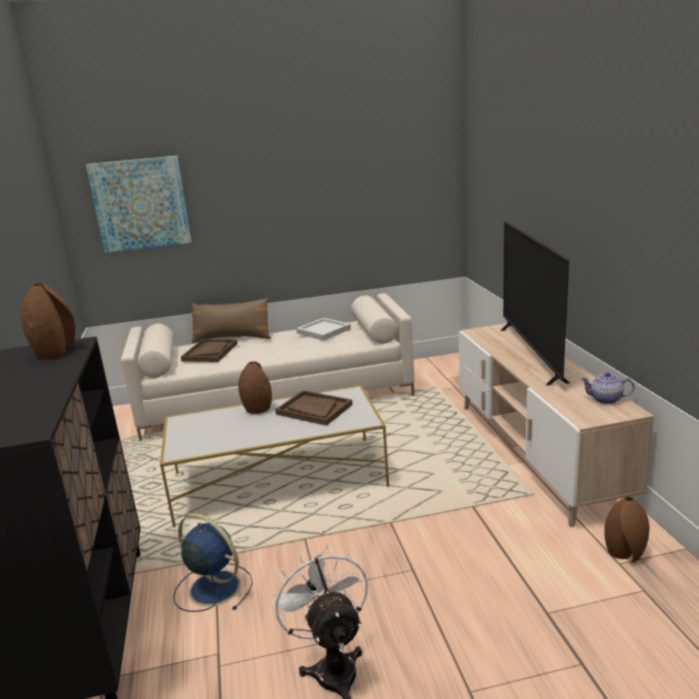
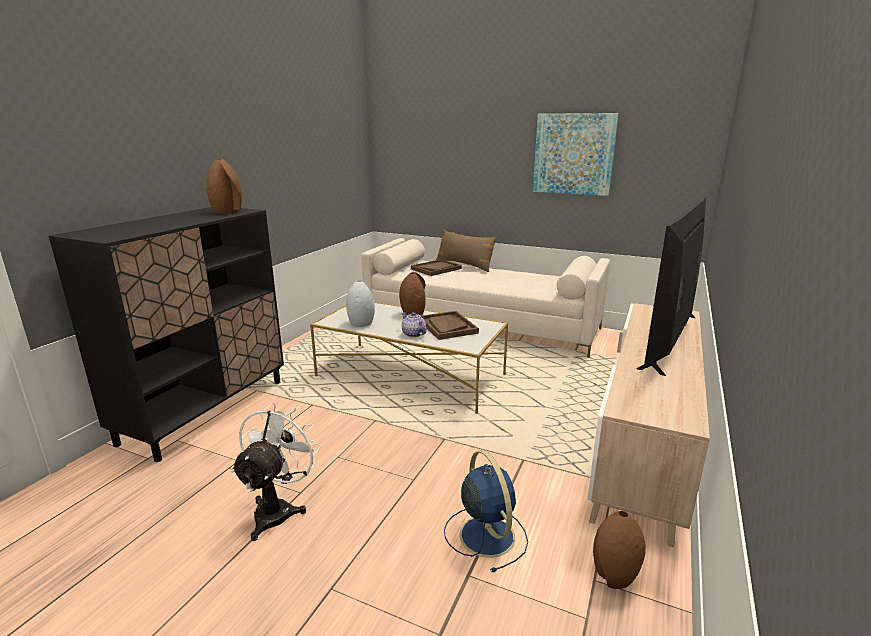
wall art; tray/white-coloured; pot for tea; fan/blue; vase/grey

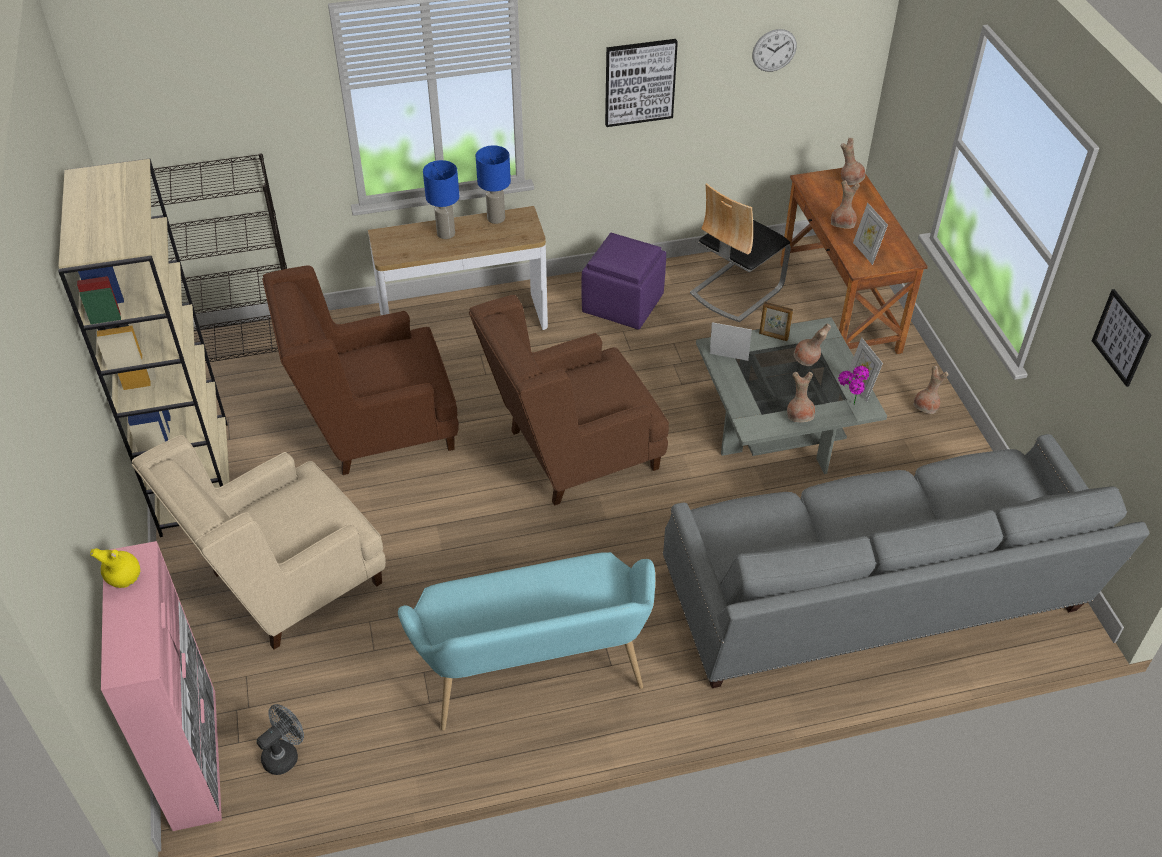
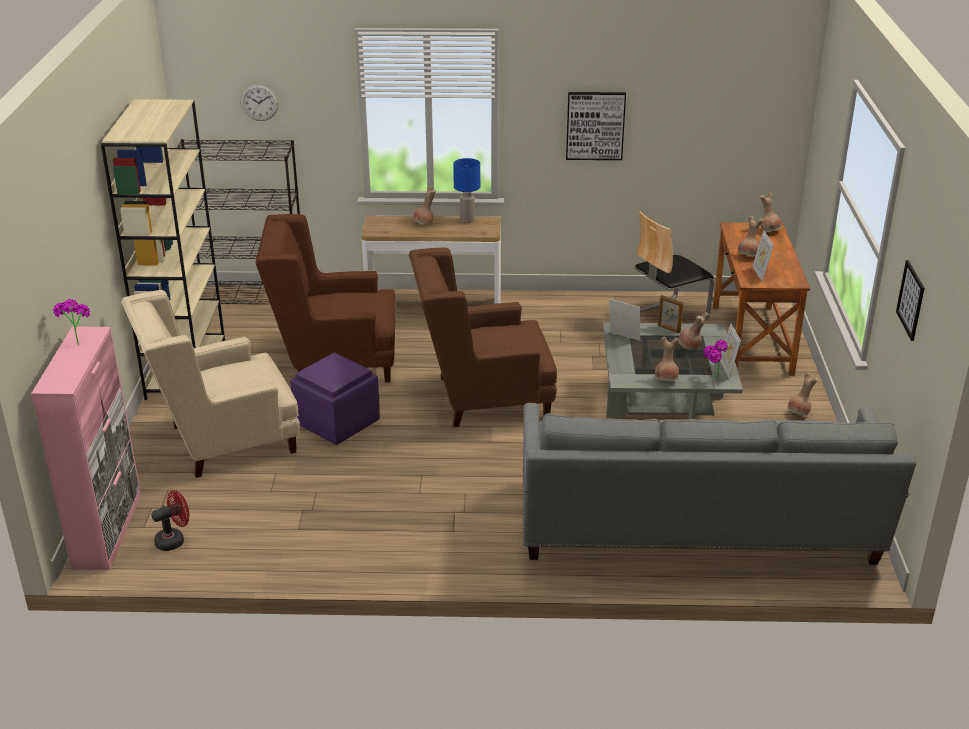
wall clock; vase/brown (no. 1 from left); pouffe/purple-coloured; plant in a pot (no. 1 from left); indoor bench/blue-green; fan/red-coloured

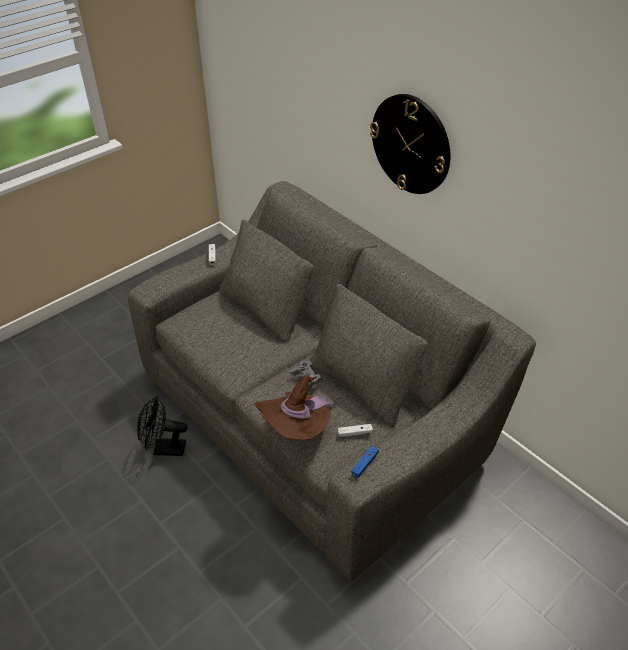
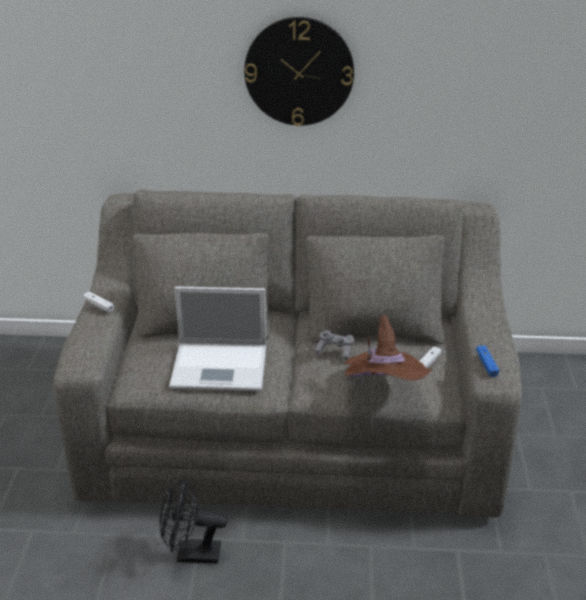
fan/black-coloured; notebook computer

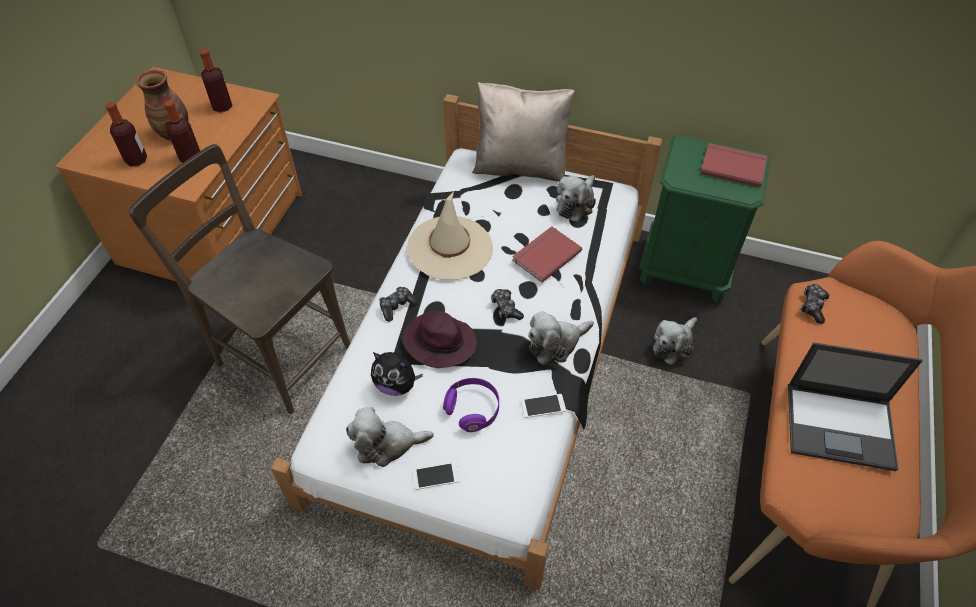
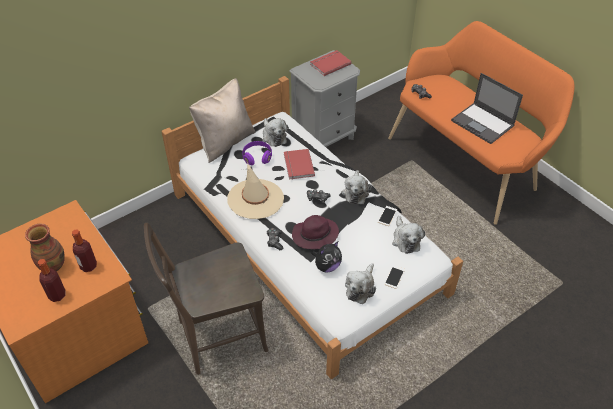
beverage bottle (no. 3 from left in the first image); bedside table/grey; soft toy (no. 5 from left); notebook computer; headphones/purple-coloured

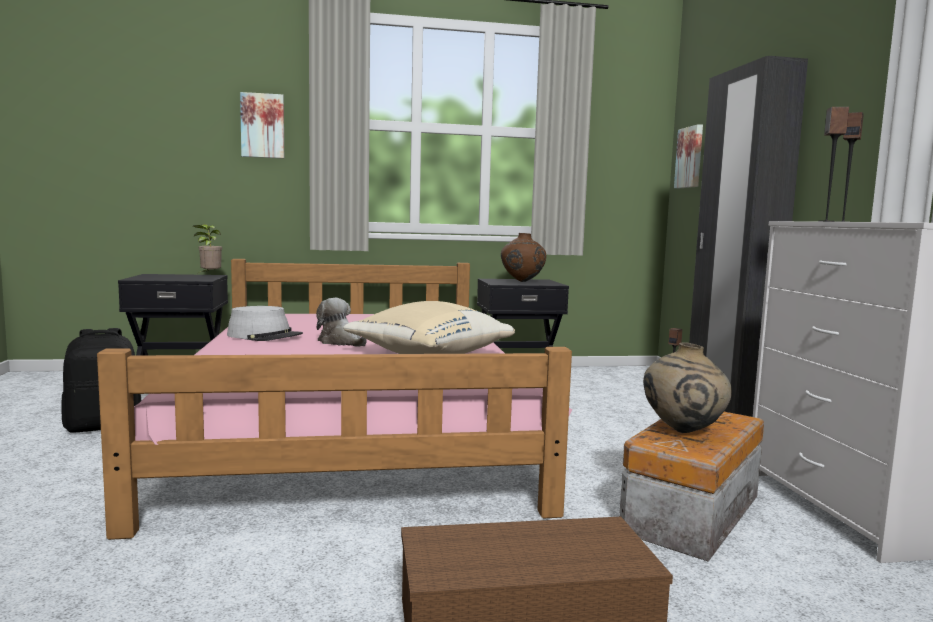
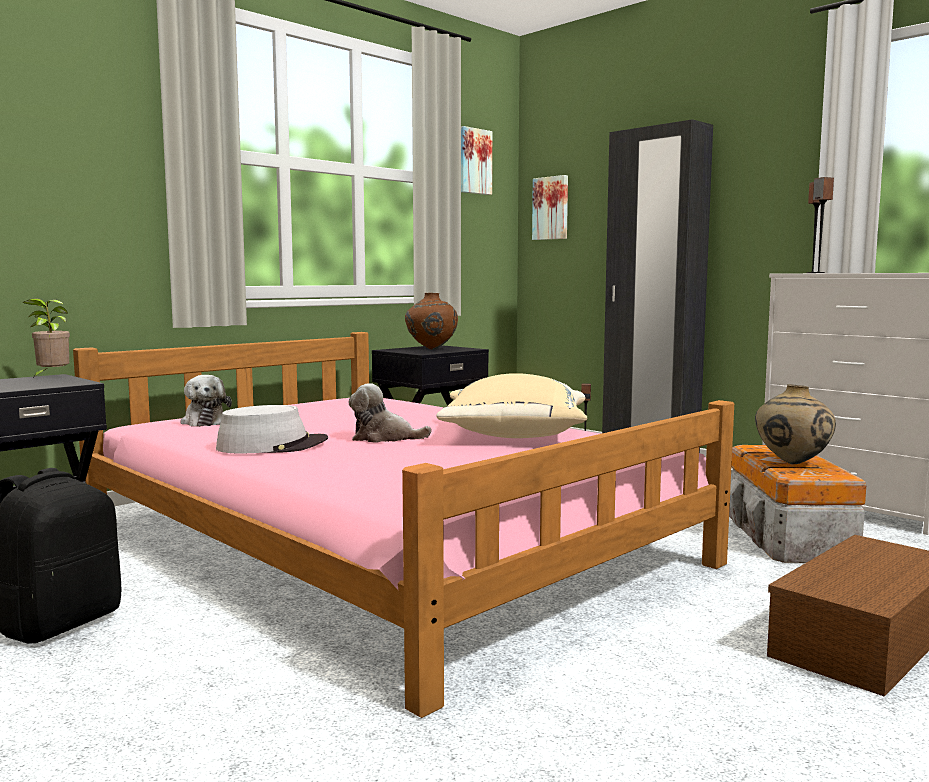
wall art (no. 1 from left); soft toy (no. 1 from left)

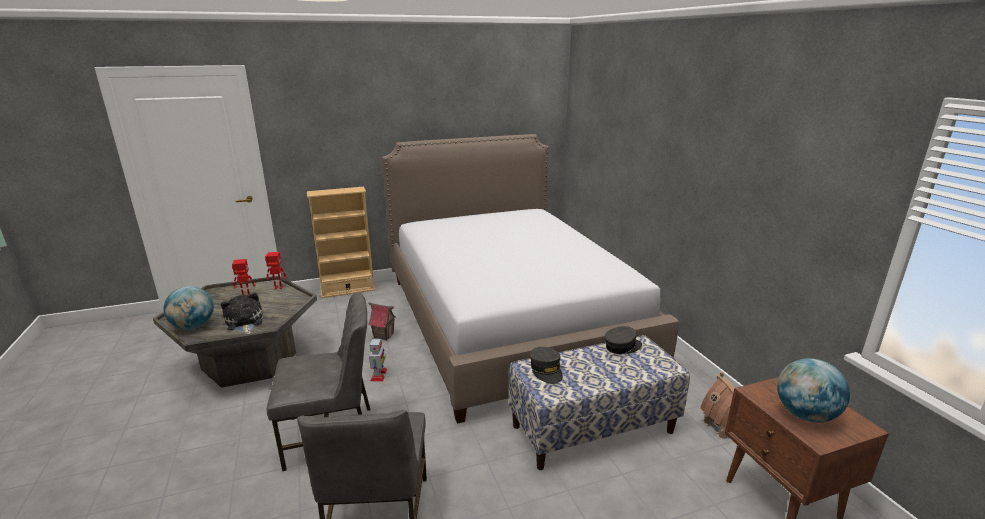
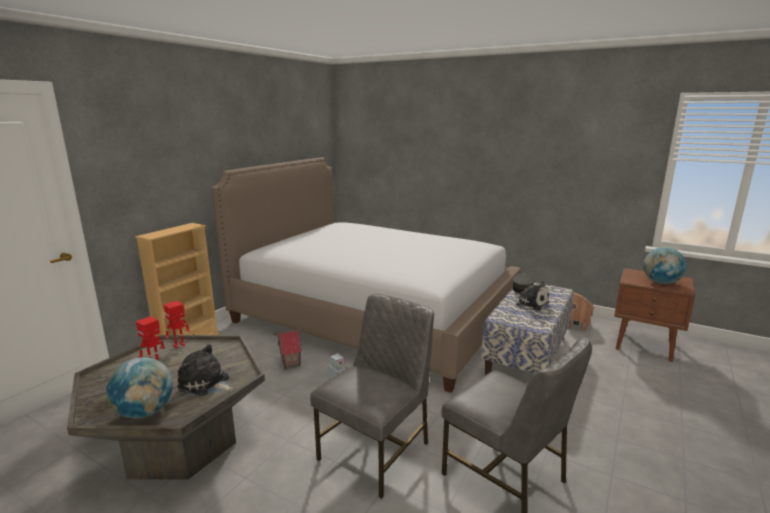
cap/grey (no. 1 from left in the first image); soft toy (no. 2 from left)

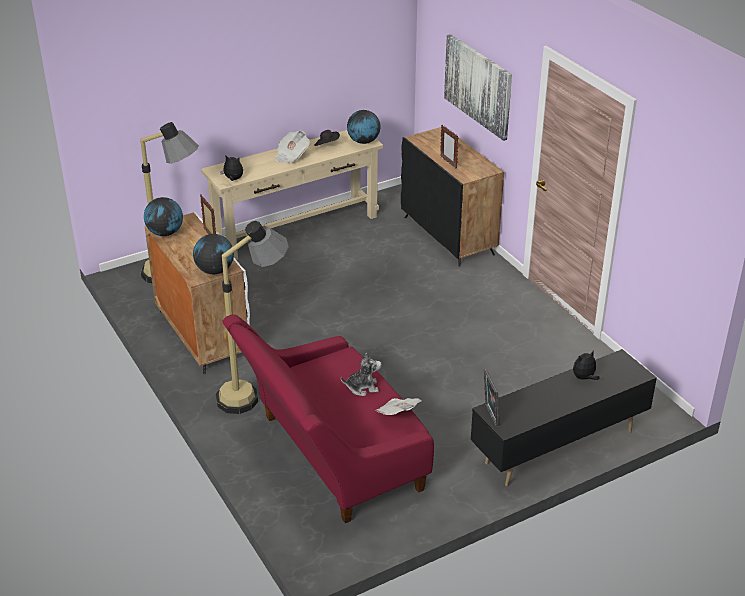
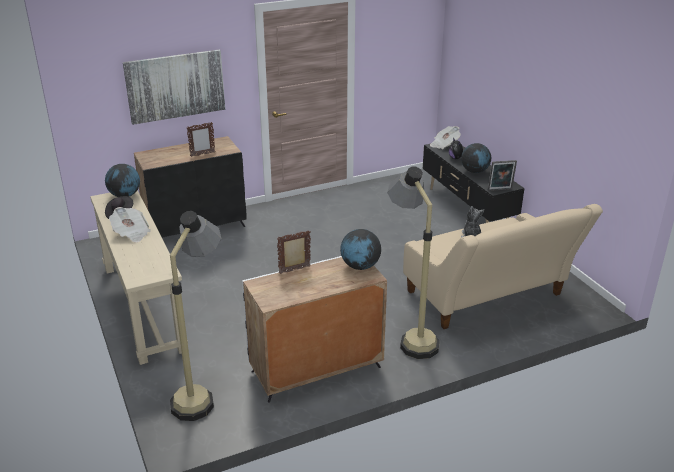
soft toy (no. 1 from left in the first image); globe (no. 3 from left); settee/beige-coloured; daily paper (no. 2 from left)

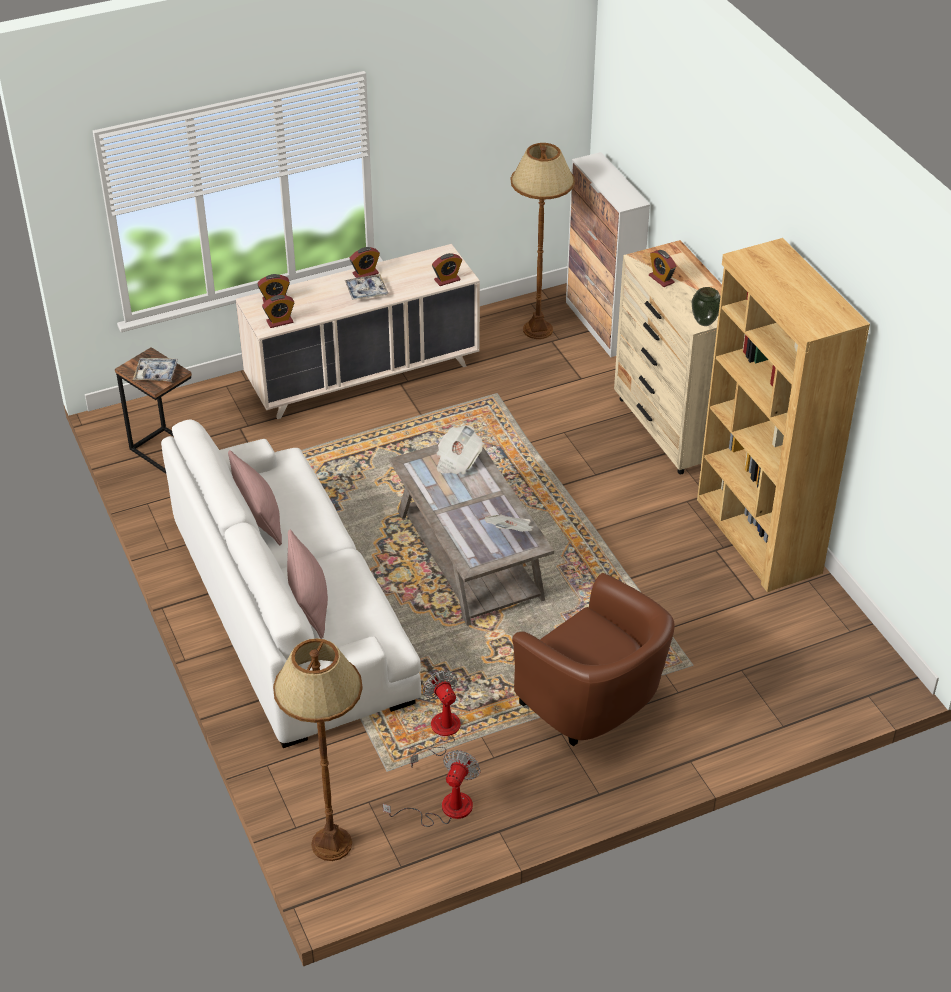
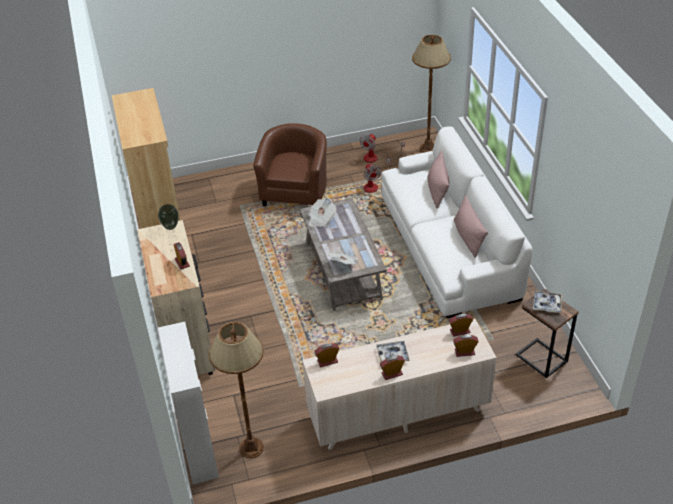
lounge chair/brown

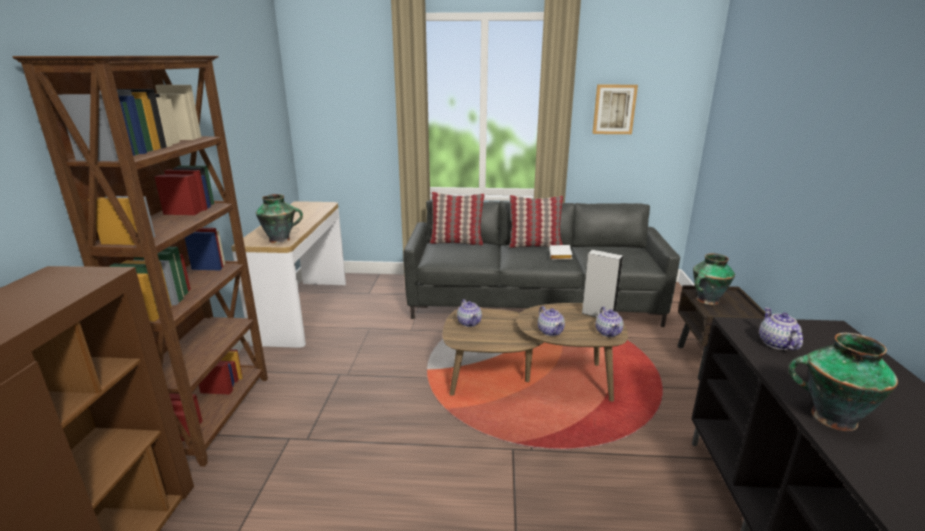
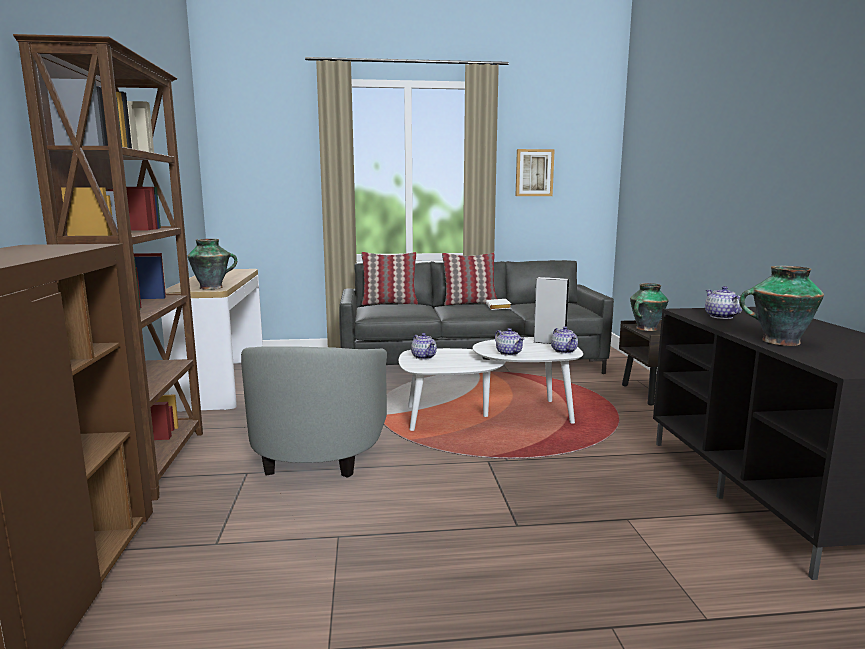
low table/white-coloured; lounge chair/grey

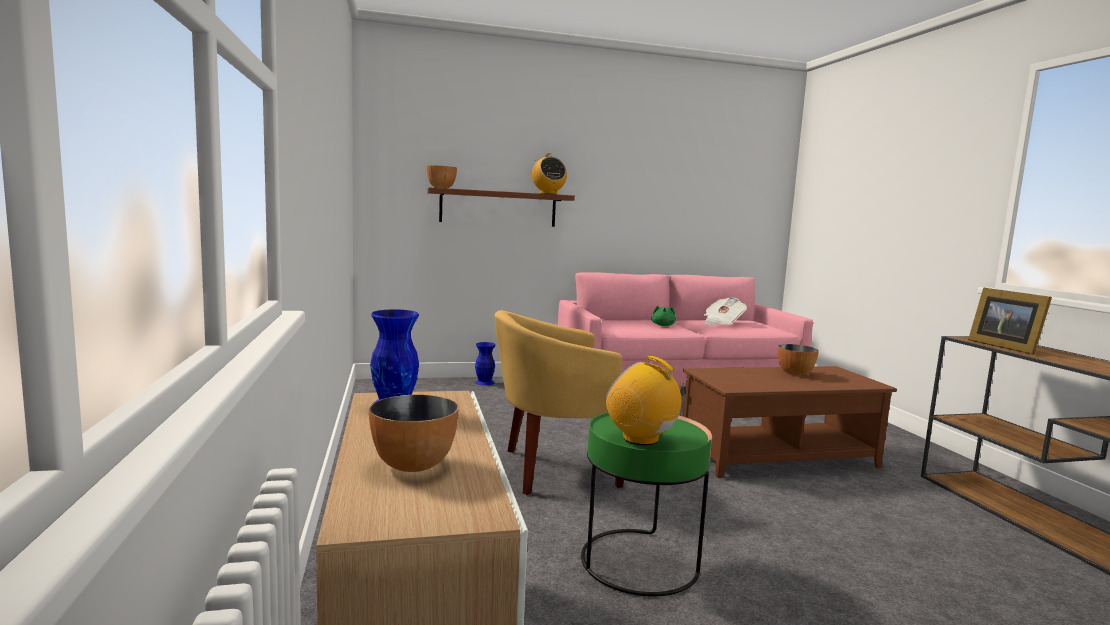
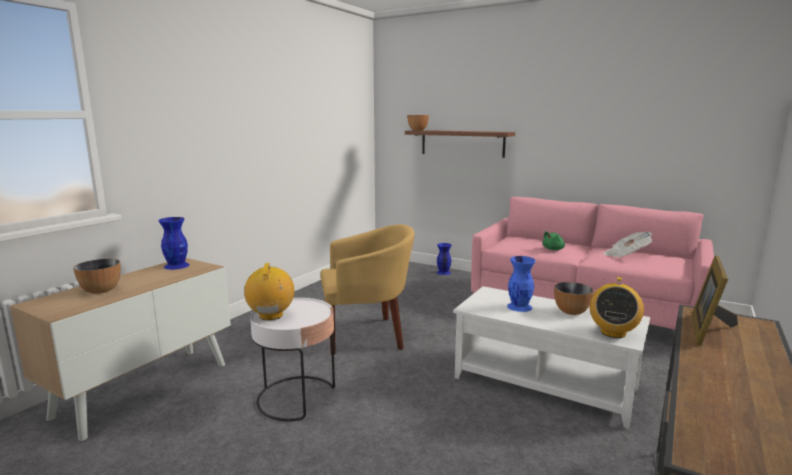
radio (no. 2 from left); lounge chair/yellow-coloured; low table/white-coloured; end table/white-coloured; vase/blue (no. 3 from left)

